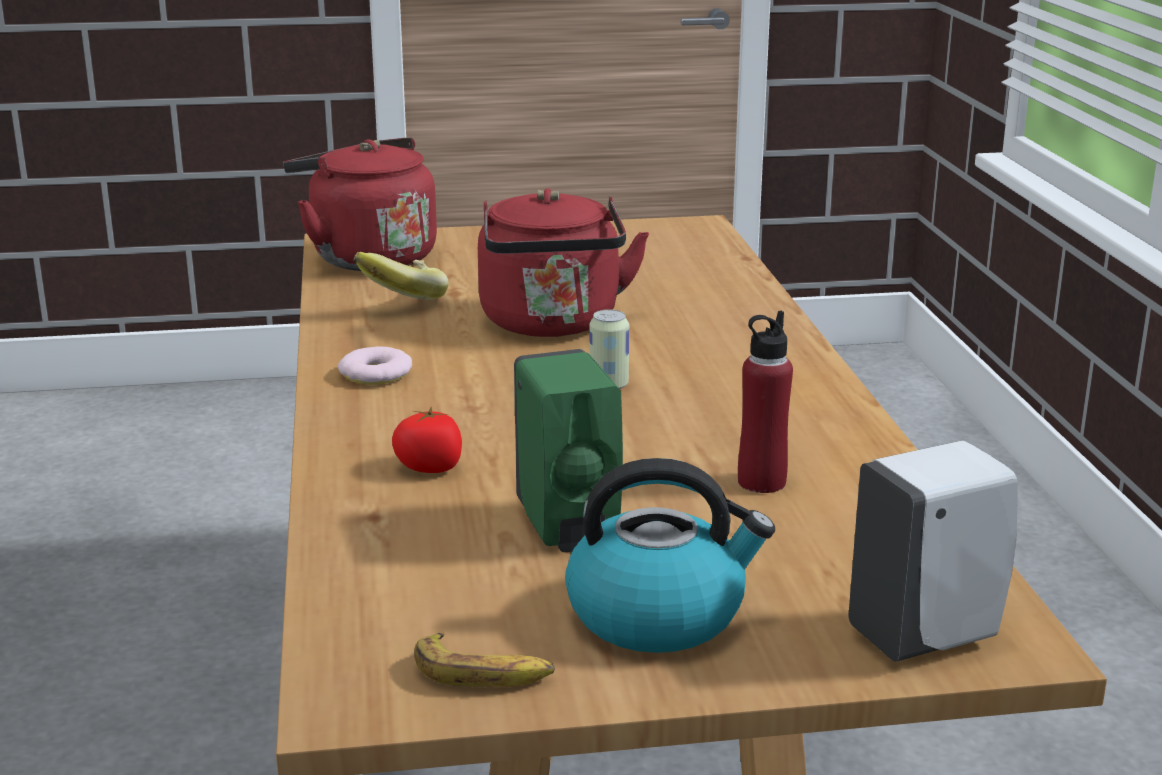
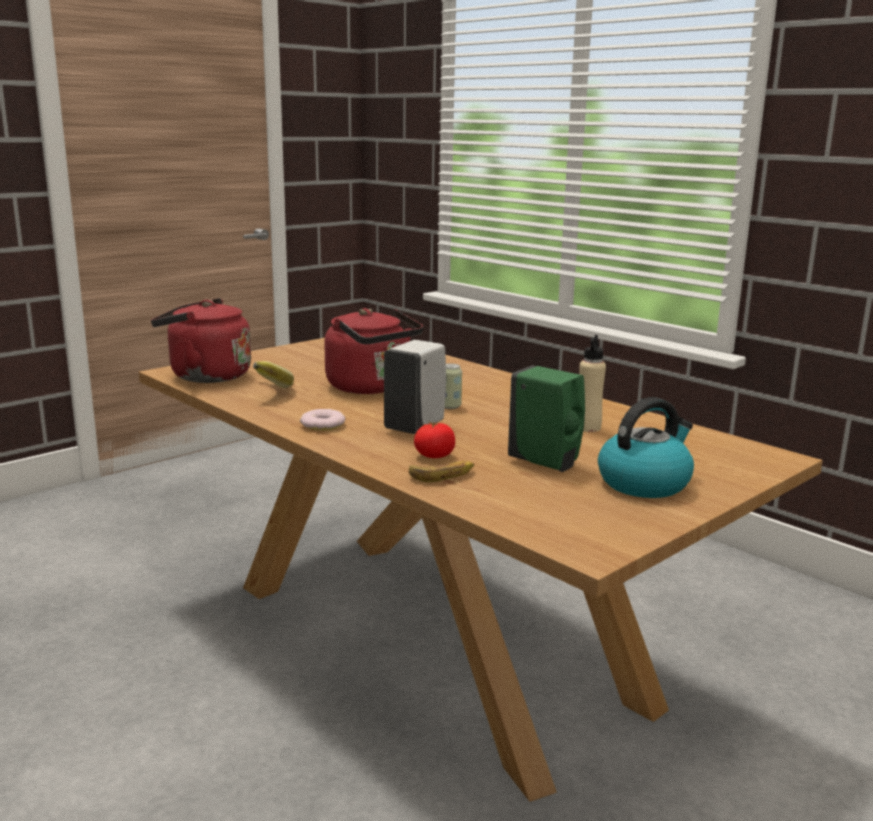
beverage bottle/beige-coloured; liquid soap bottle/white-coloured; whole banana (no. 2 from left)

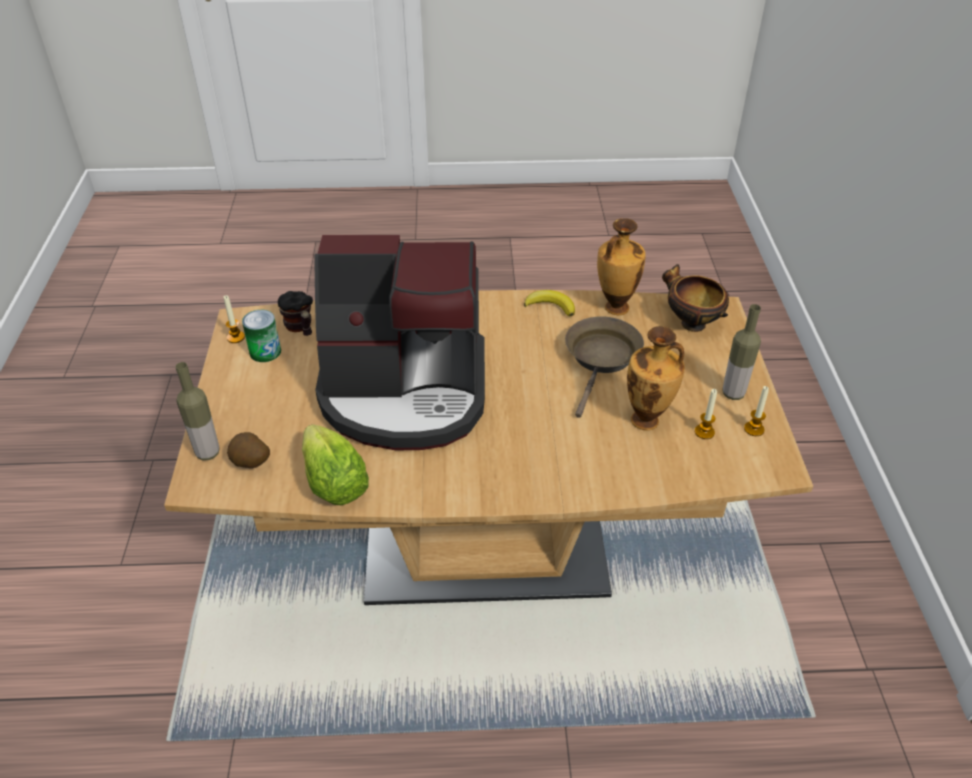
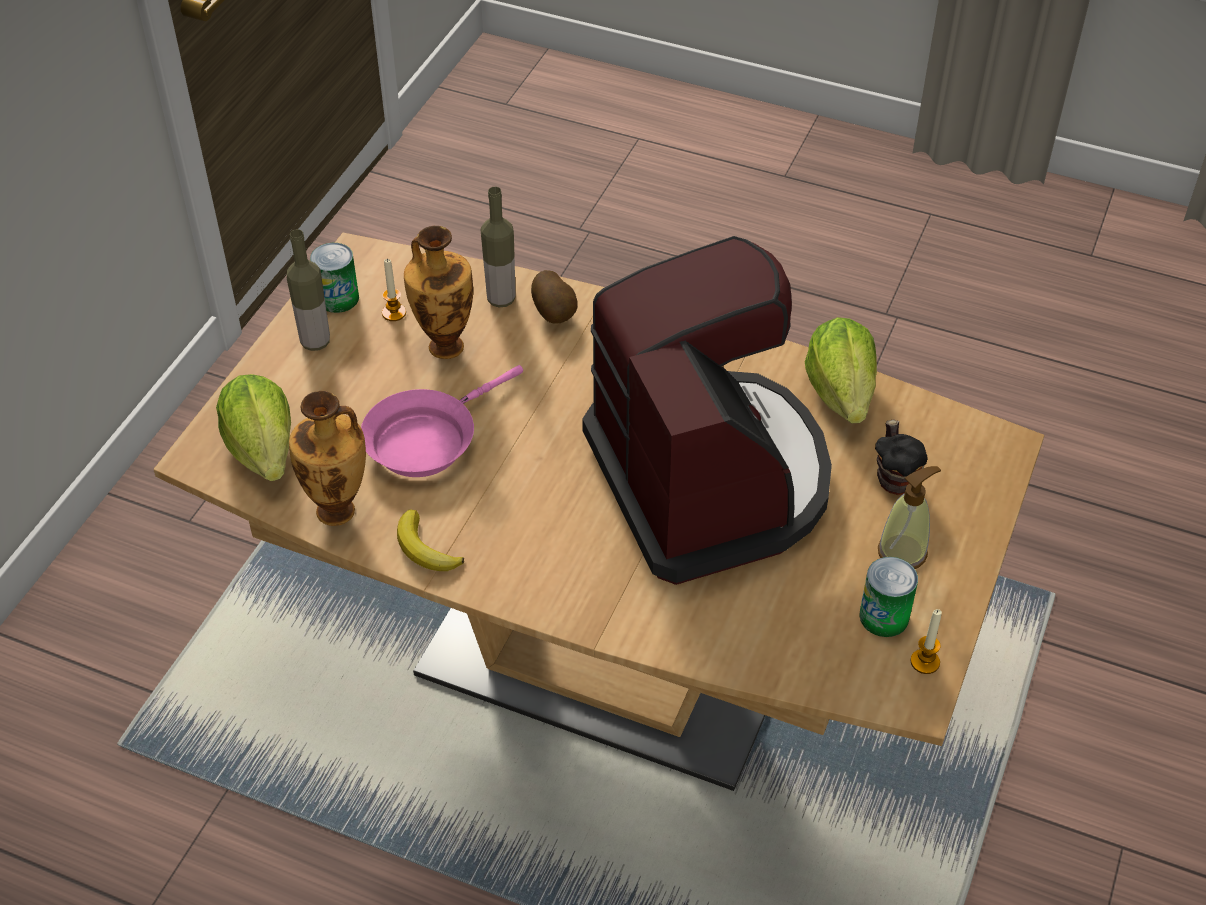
coffee maker; lettuce (no. 1 from left); coffee mug; frying pan/pinkish; beverage bottle (no. 2 from left); can (no. 1 from left); potato; liquid soap bottle

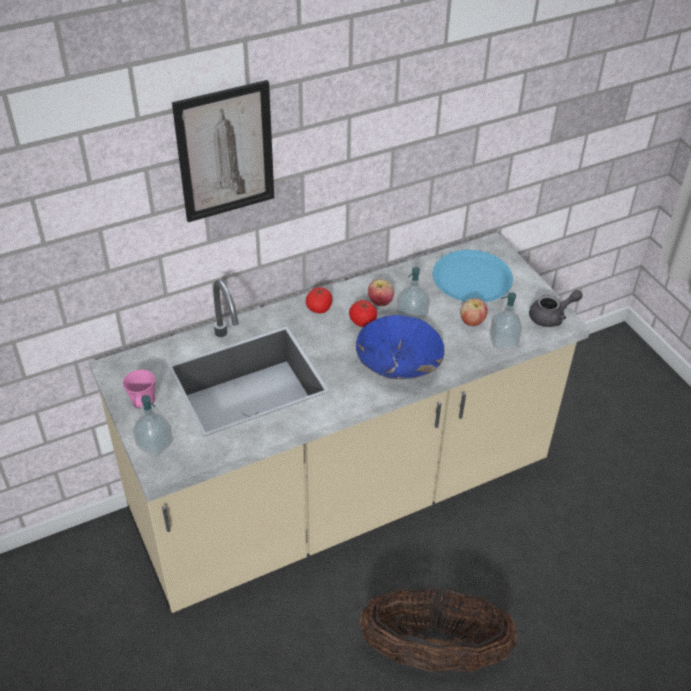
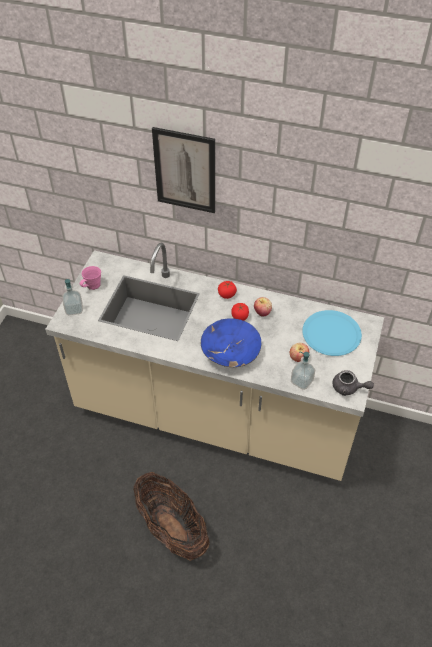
liquid soap bottle (no. 2 from left in the first image)

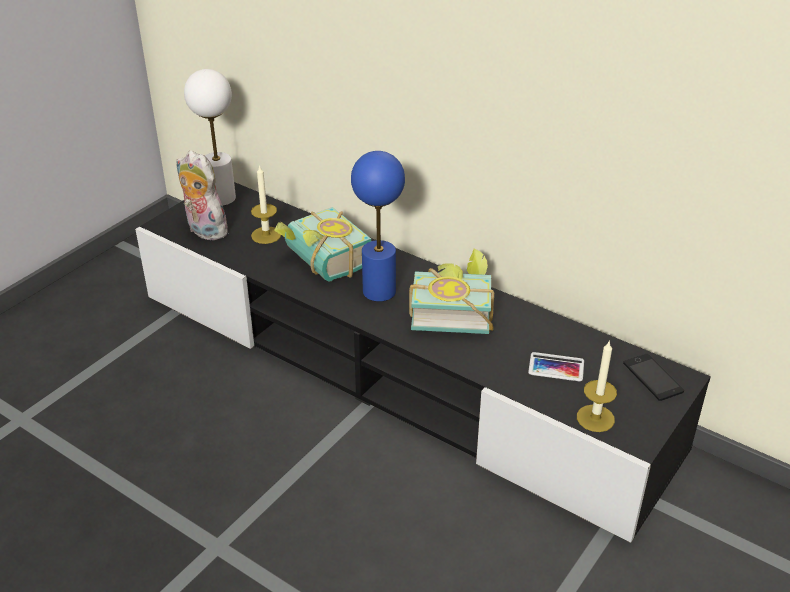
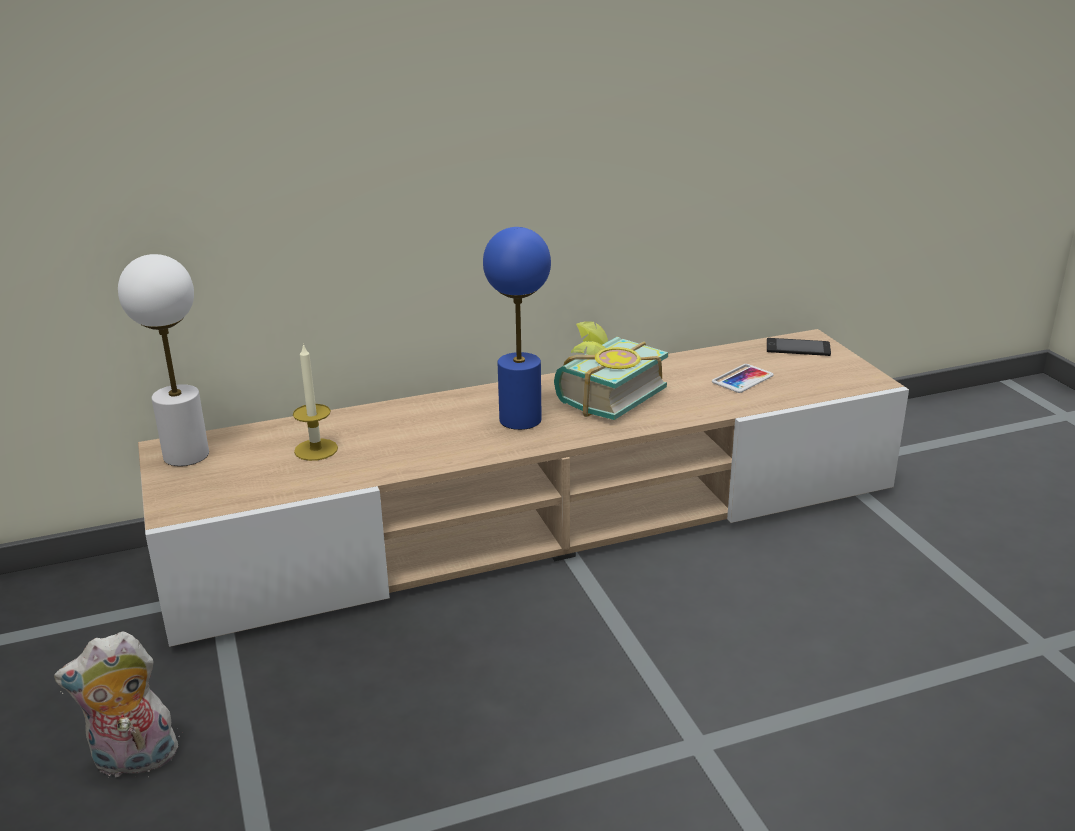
soft toy; tv stand/beige-coloured; bound book (no. 1 from left in the first image); wax light (no. 2 from left in the first image)

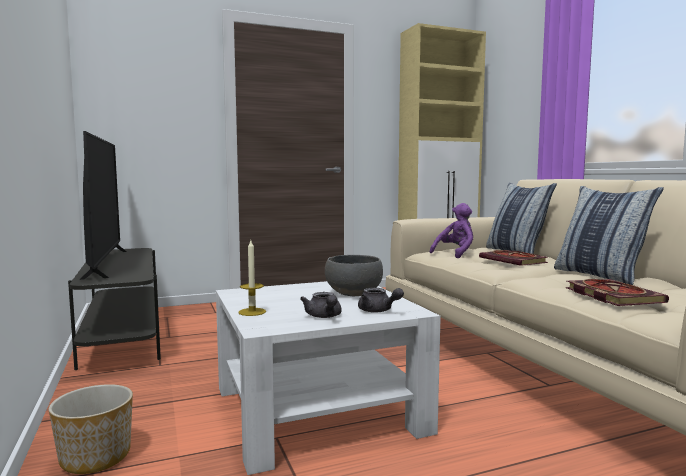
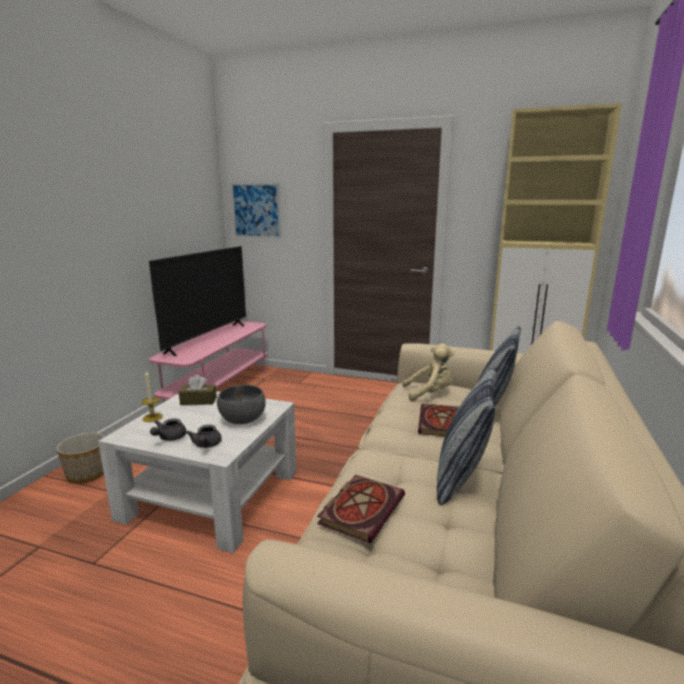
soft toy/beige-coloured; tv stand/pinkish; wall art; tissue box/brown

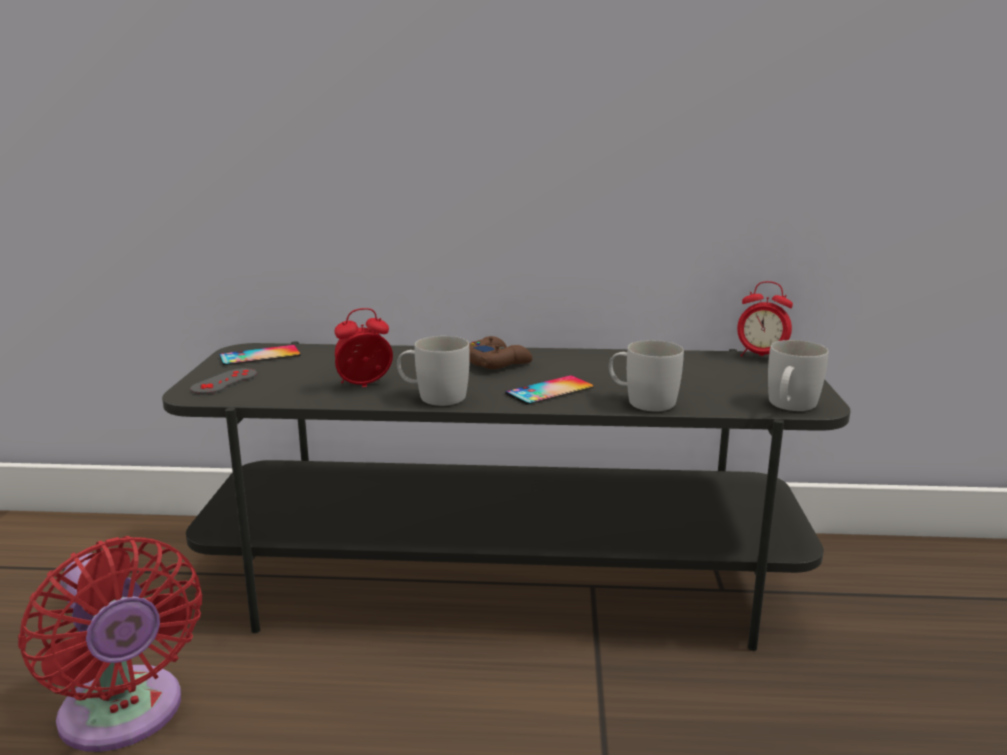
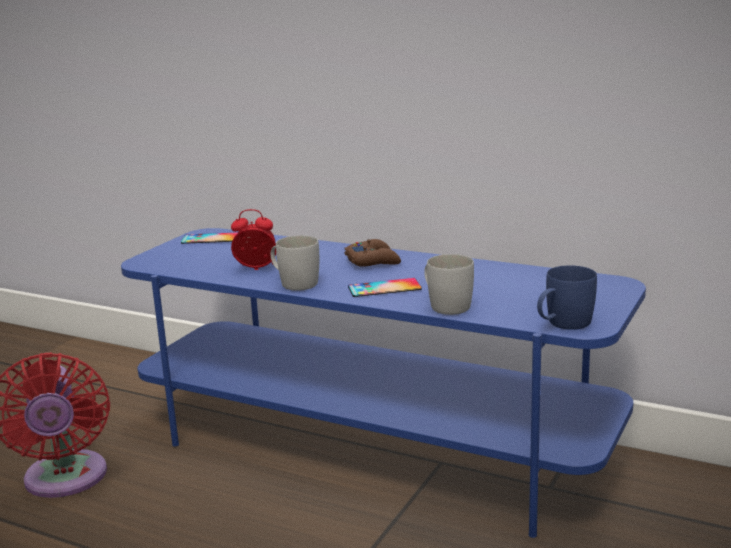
alarm clock (no. 2 from left in the first image); coffee mug/blue; tv stand/blue; game controller/grey

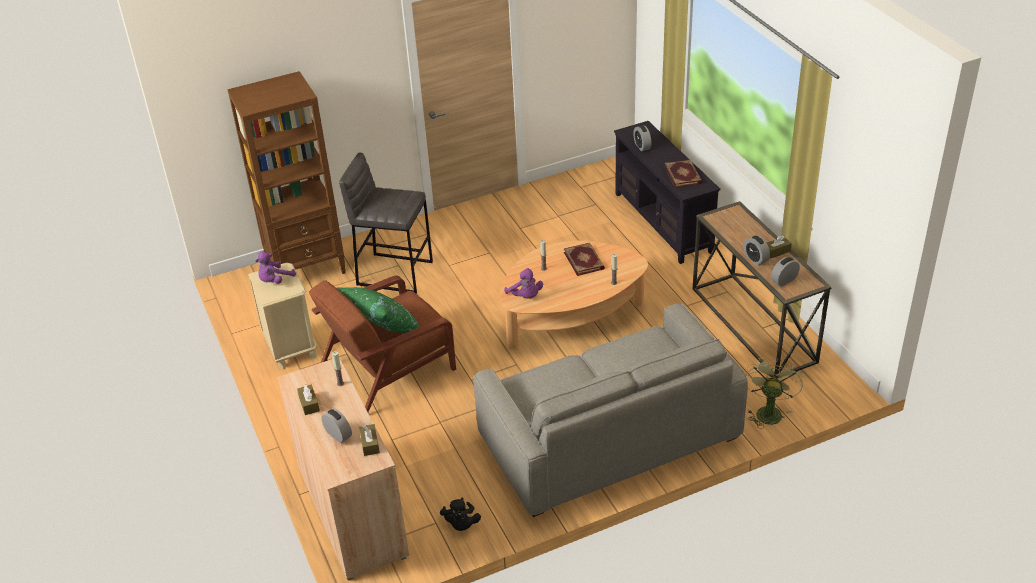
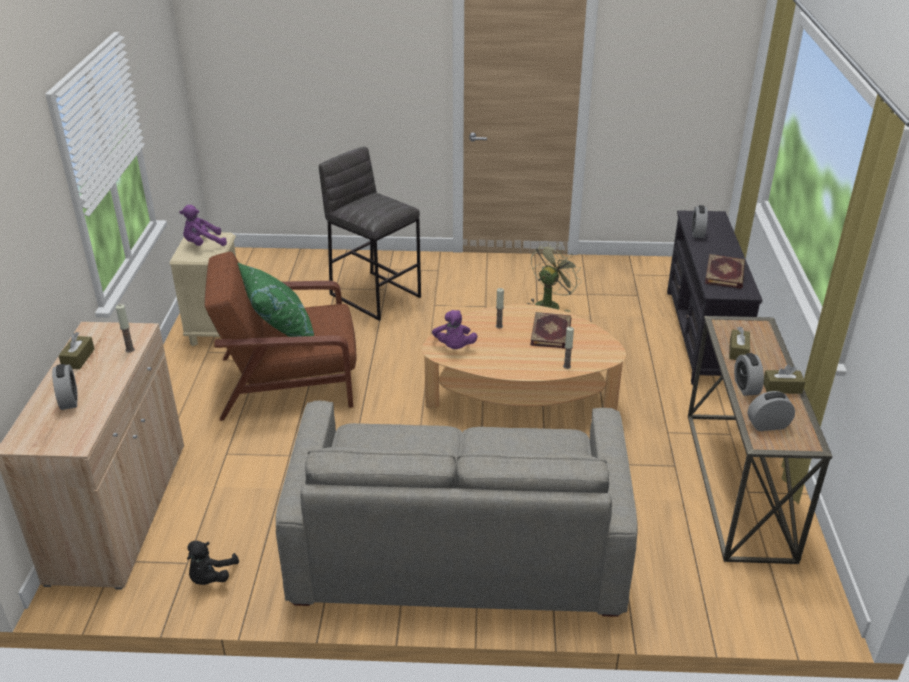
bookshelf/brown; fan/greenish; tissue box/brown (no. 2 from left)

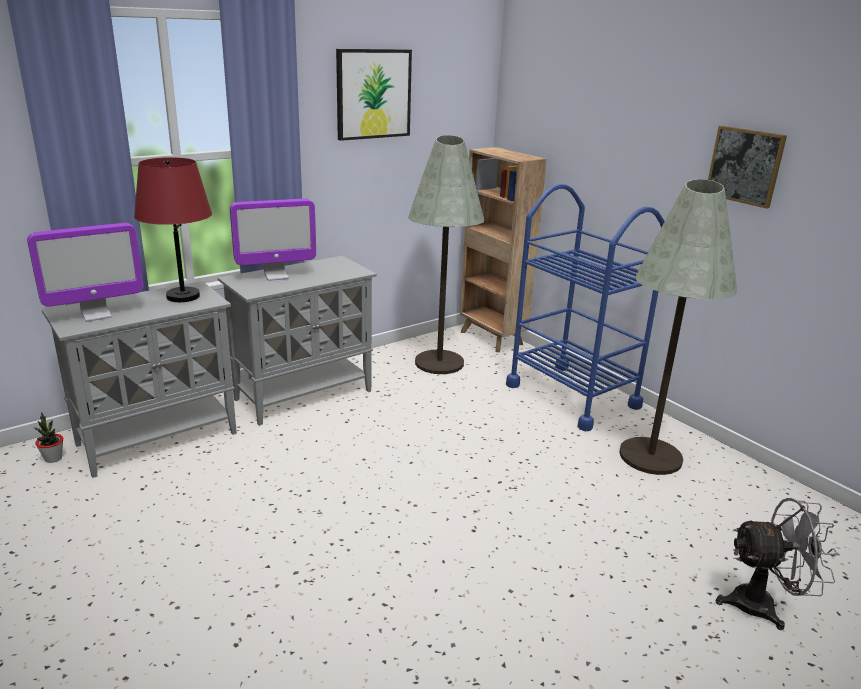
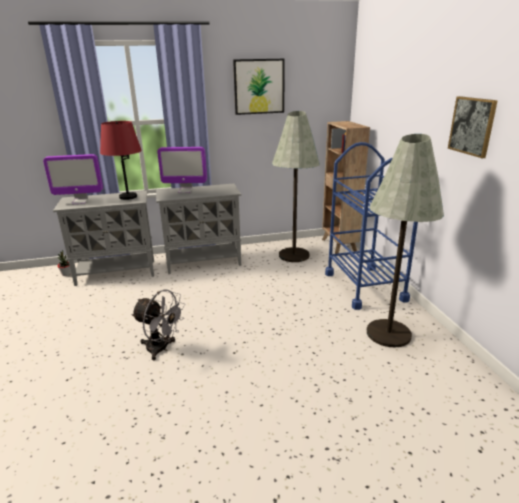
fan/grey

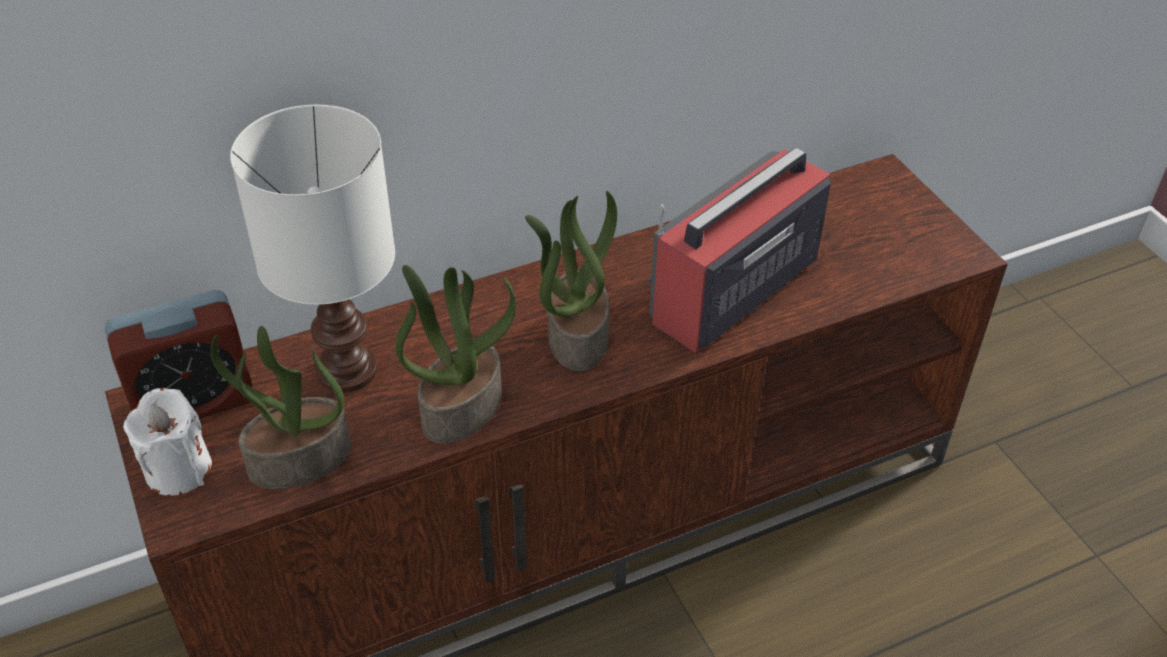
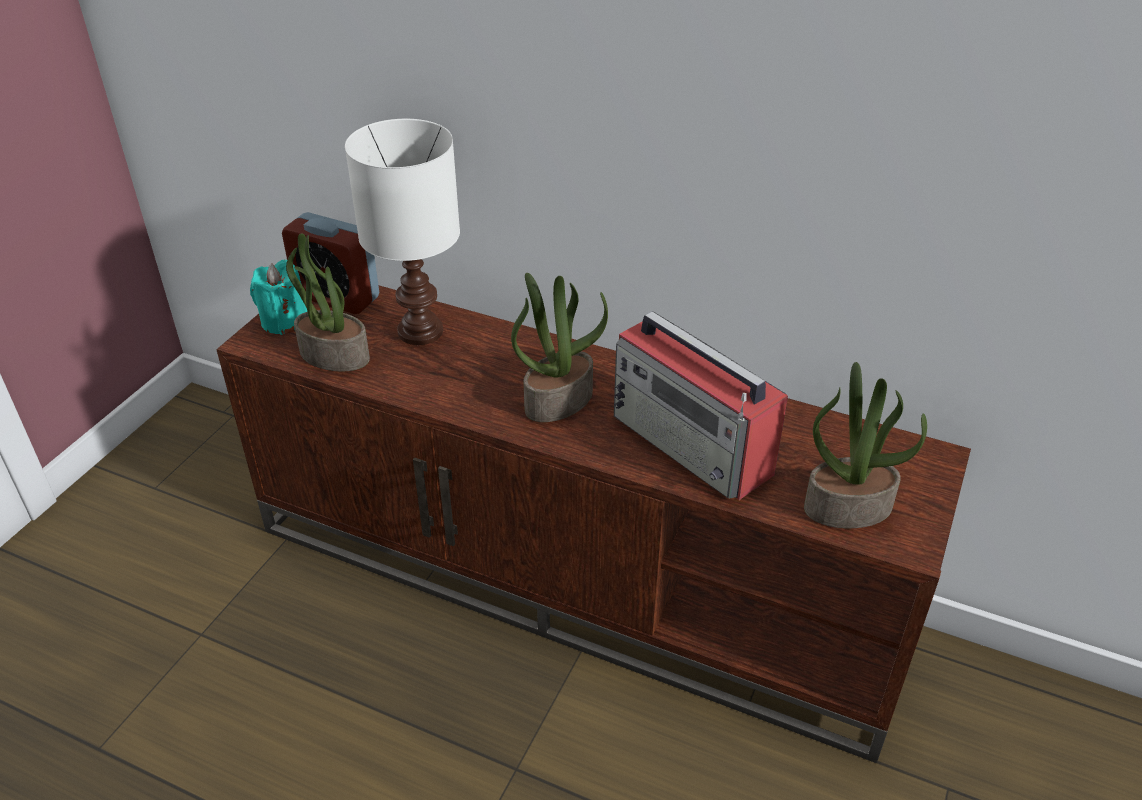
radio; plant in a pot (no. 3 from left); wax light/blue-green

